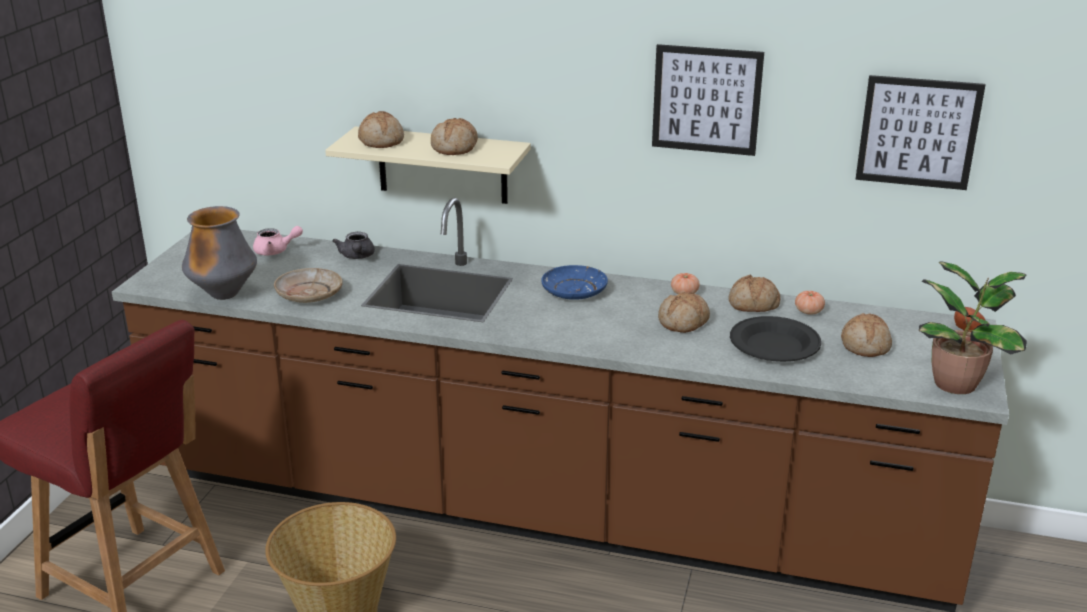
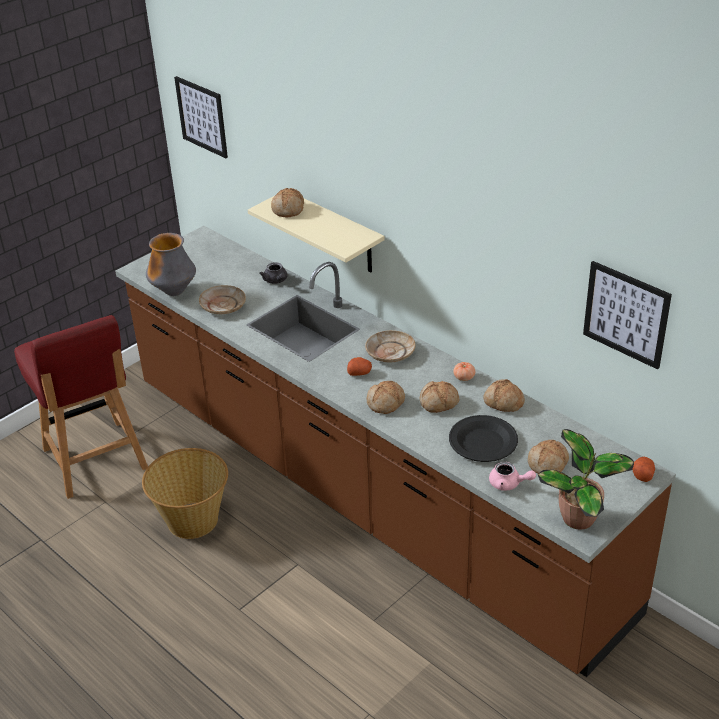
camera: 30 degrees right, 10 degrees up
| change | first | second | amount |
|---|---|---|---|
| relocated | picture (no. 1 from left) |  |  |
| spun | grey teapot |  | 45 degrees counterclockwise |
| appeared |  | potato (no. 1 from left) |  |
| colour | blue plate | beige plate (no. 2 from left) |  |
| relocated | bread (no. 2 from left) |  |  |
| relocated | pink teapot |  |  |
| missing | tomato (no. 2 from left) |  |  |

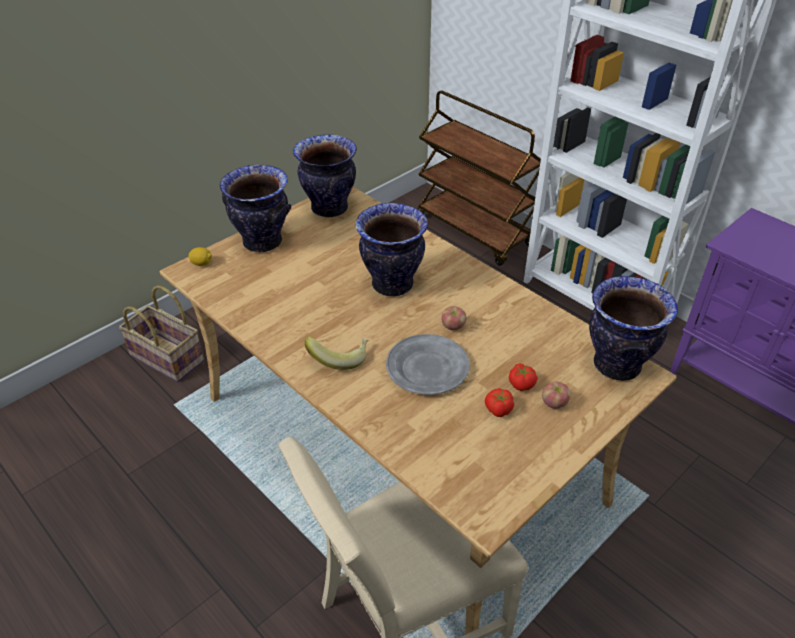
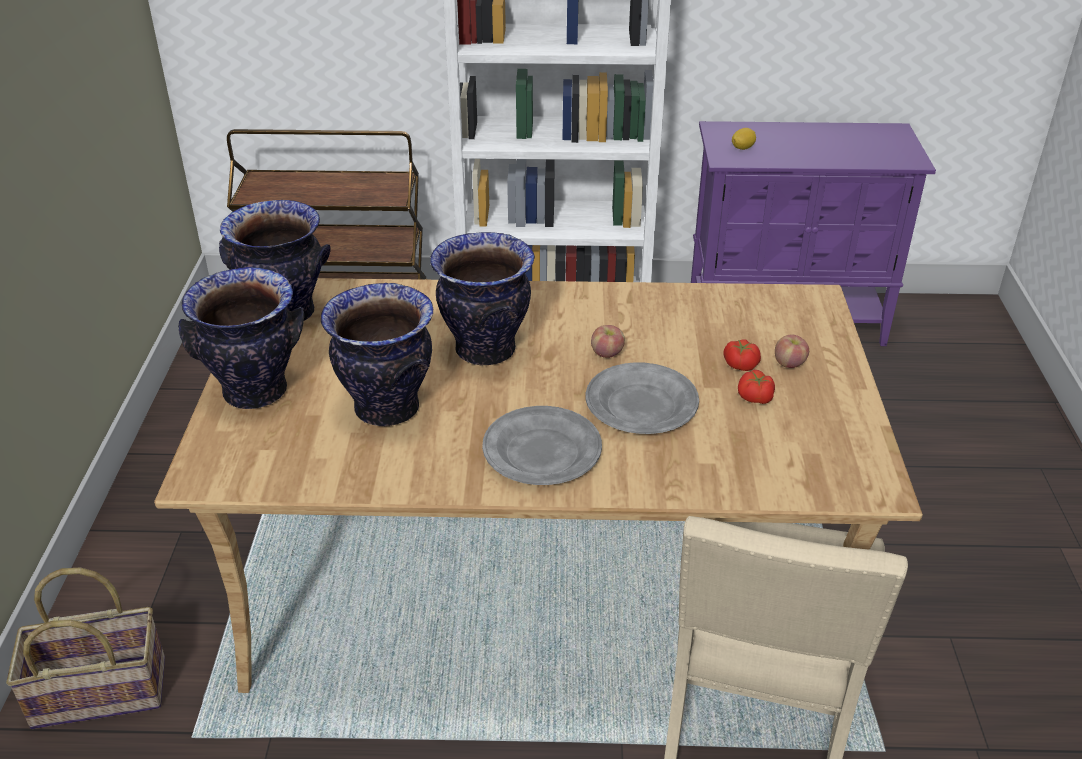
camera: 45 degrees left, 5 degrees down
| change | first | second | amount |
|---|---|---|---|
| relocated | vase (no. 4 from left in the first image) | vase (no. 3 from left) |  |
| exchanged | banana | grey plate (no. 1 from left) |  |
| relocated | lemon |  |  |

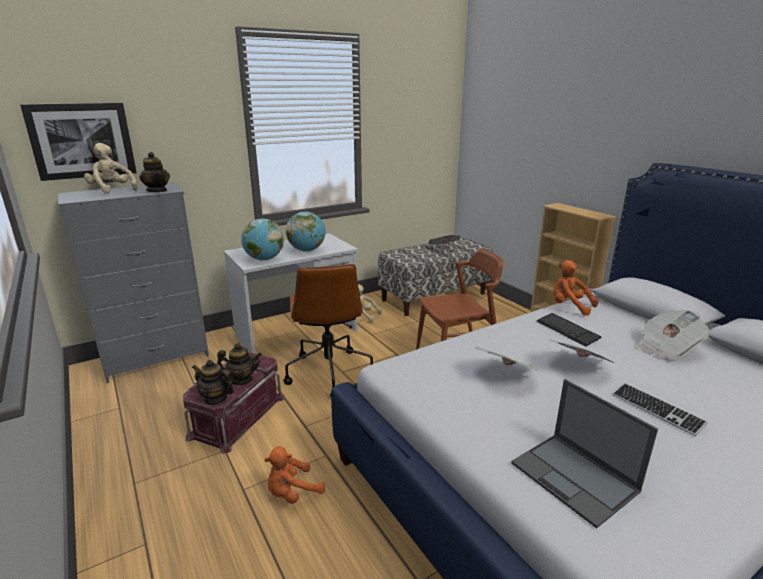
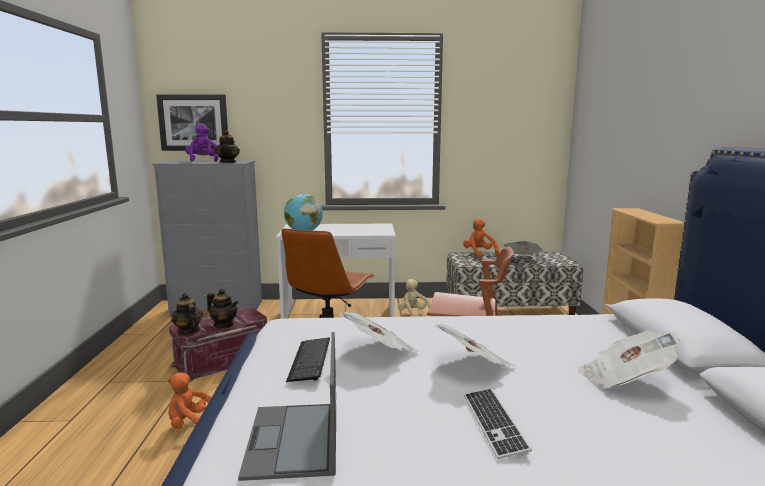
camera: 30 degrees right, 10 degrees down
| change | first | second | amount |
|---|---|---|---|
| colour | beige plush toy (no. 1 from left) | purple plush toy |  |
| relocated | keyboard (no. 1 from left) |  |  |
| relocated | orange plush toy (no. 2 from left) |  |  |
| missing | globe (no. 2 from left) |  |  |

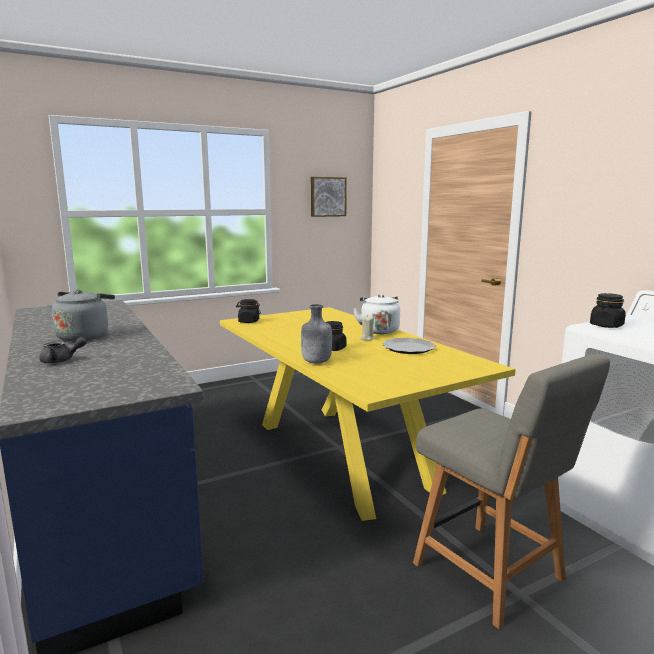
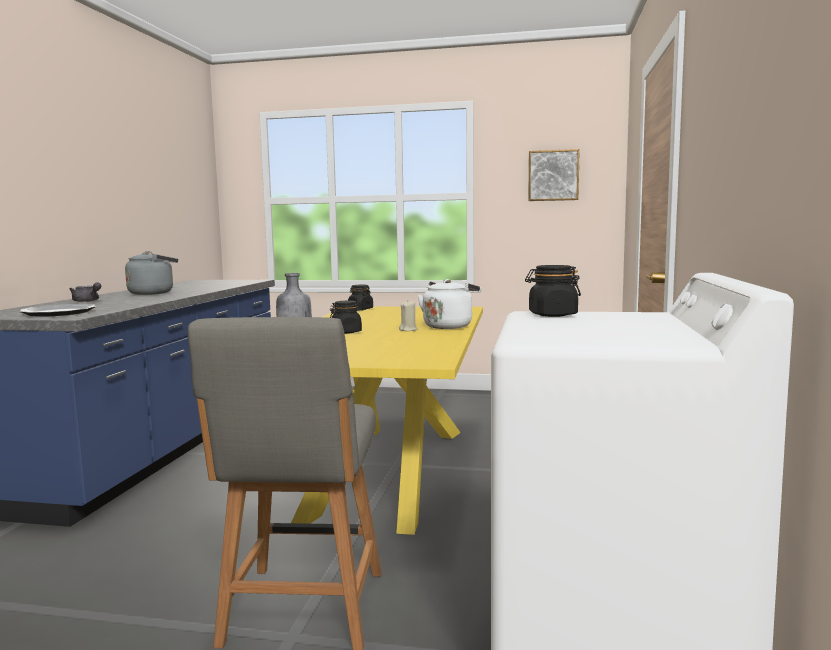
camera: 40 degrees right, 5 degrees down
| change | first | second | amount |
|---|---|---|---|
| relocated | plate |  |  |

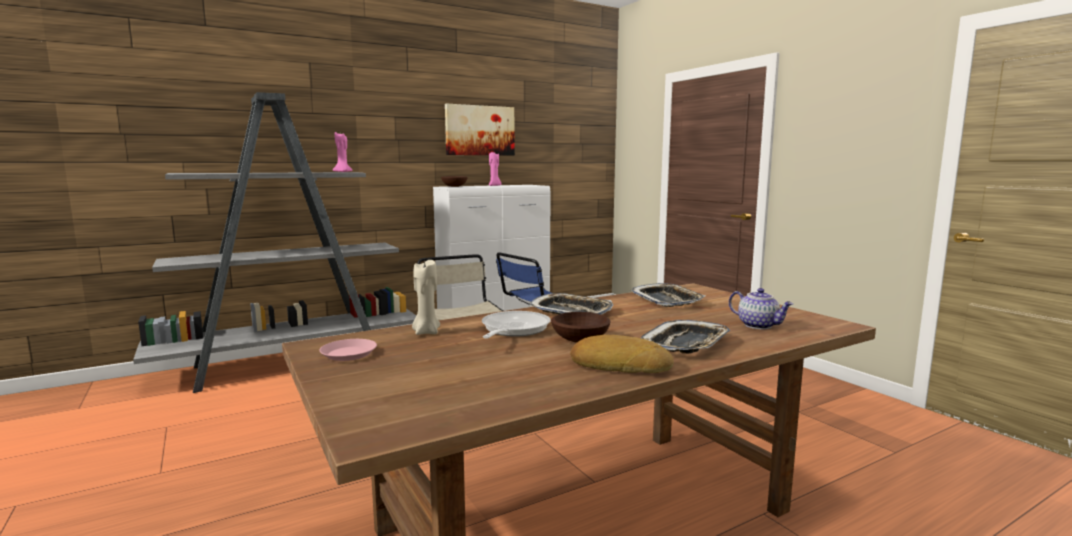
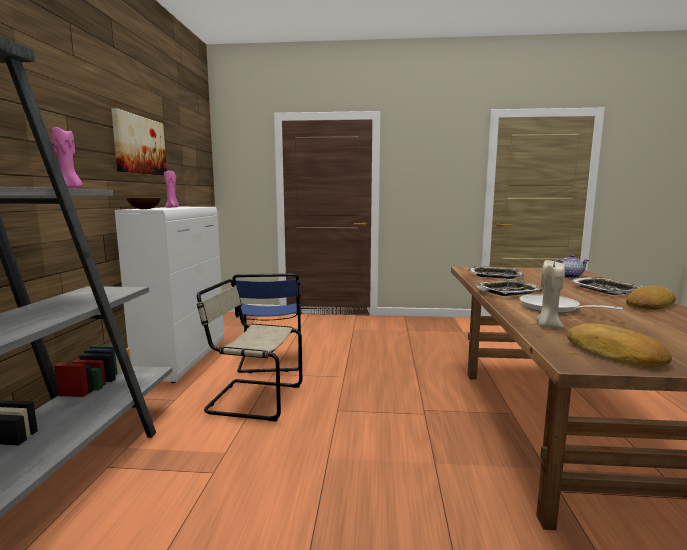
camera: 55 degrees left, 0 degrees up
| change | first | second | amount |
|---|---|---|---|
| exchanged | pink plate | bread (no. 1 from left) |  |
| missing | brown bowl (no. 2 from left) |  |  |

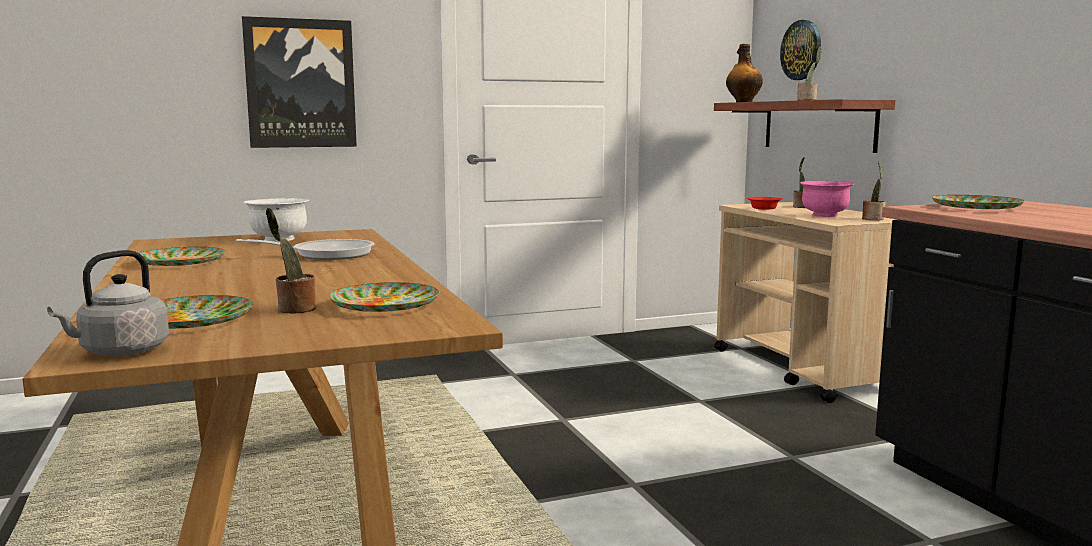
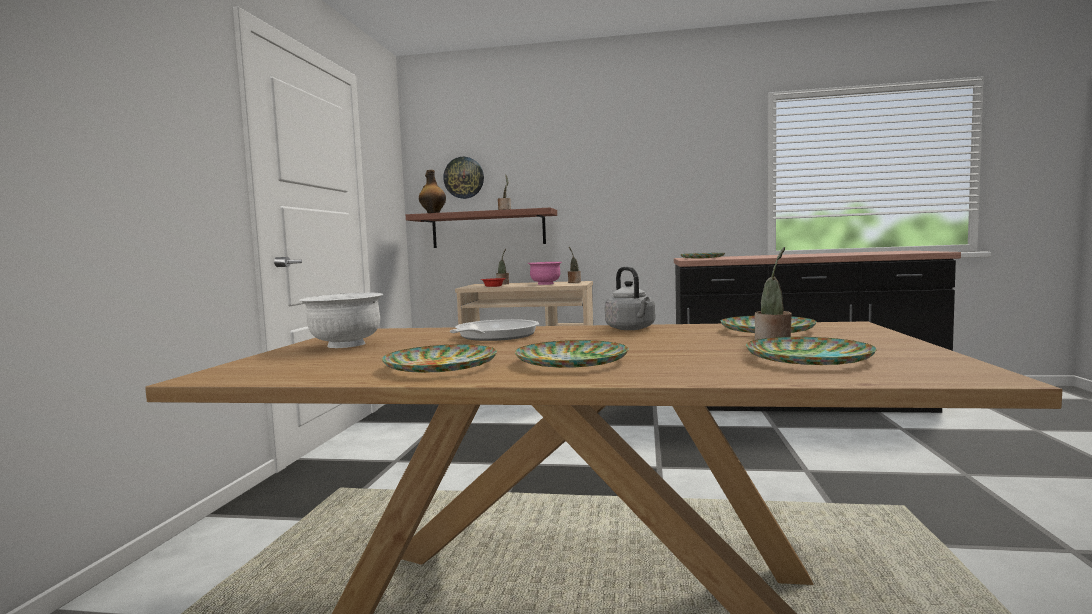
camera: 60 degrees left, 5 degrees down
| change | first | second | amount |
|---|---|---|---|
| appeared |  | plate (no. 2 from left) |  |
| relocated | grey kettle |  |  |
| missing | picture |  |  |

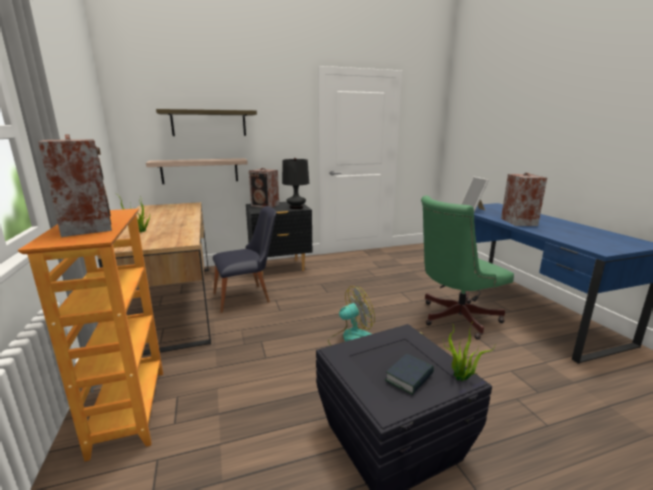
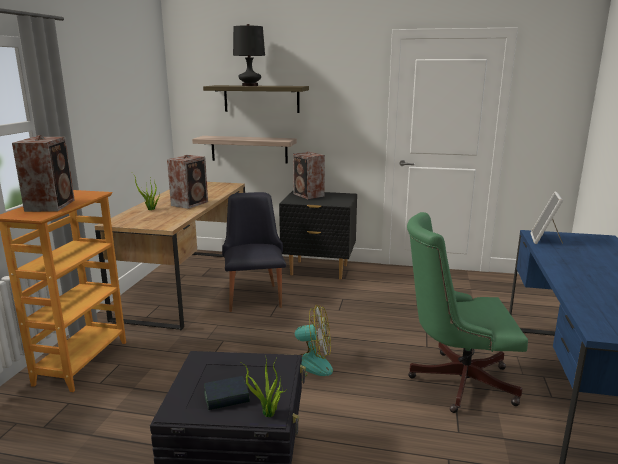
camera: 30 degrees right, 0 degrees up
| change | first | second | amount |
|---|---|---|---|
| relocated | speaker (no. 3 from left in the first image) | speaker (no. 2 from left) |  |
| spun | black chair |  | 105 degrees counterclockwise |
| relocated | black table lamp |  |  |

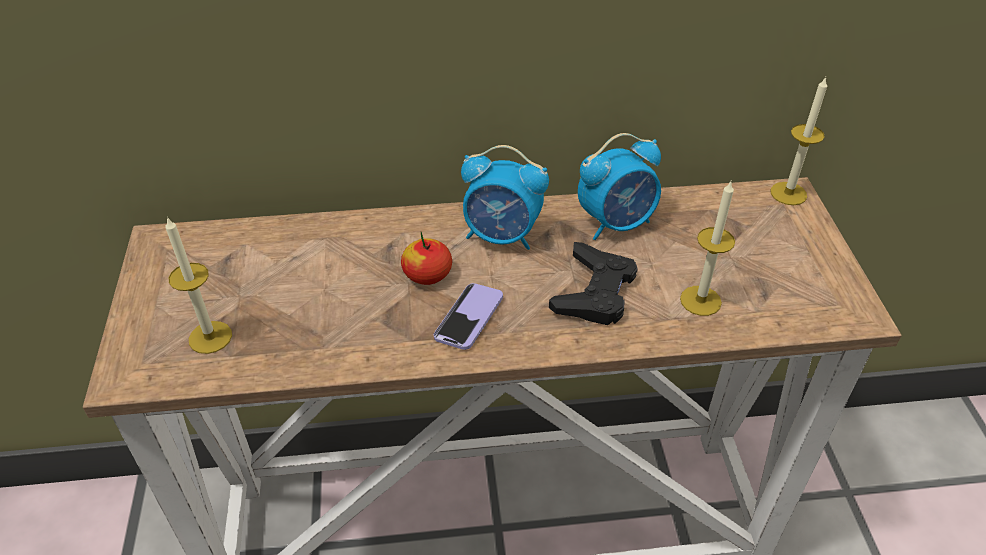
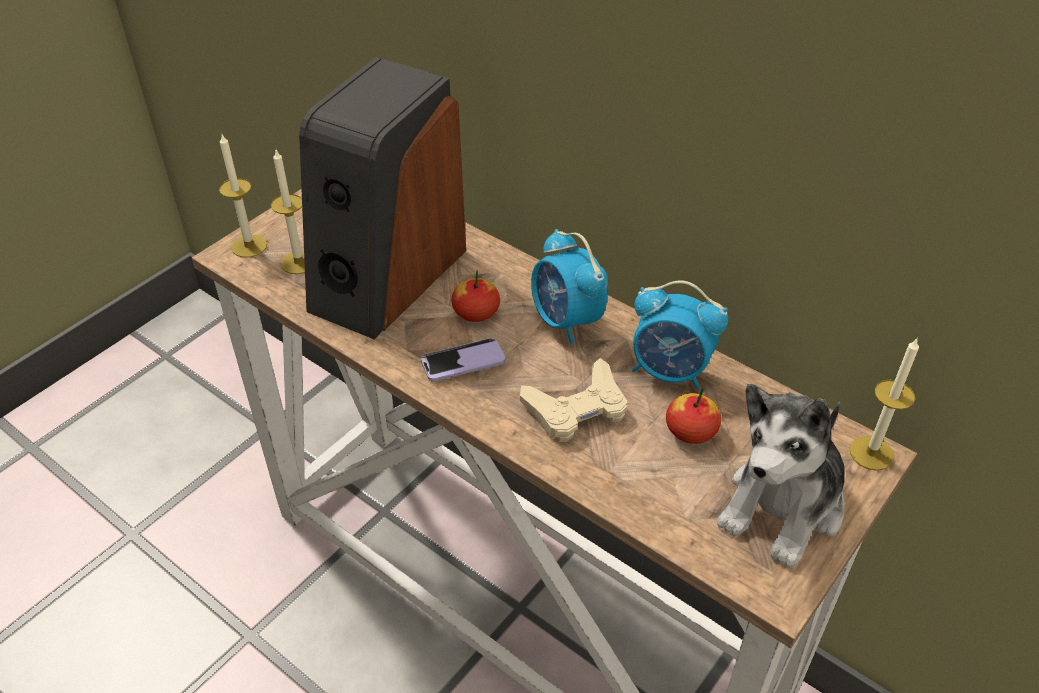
camera: 45 degrees right, 0 degrees up
| change | first | second | amount |
|---|---|---|---|
| relocated | candle (no. 2 from left in the first image) | candle (no. 1 from left) |  |
| appeared |  | speaker |  |
| colour | black game controller | beige game controller |  |
| appeared |  | apple (no. 2 from left) |  |
| appeared |  | plush toy |  |

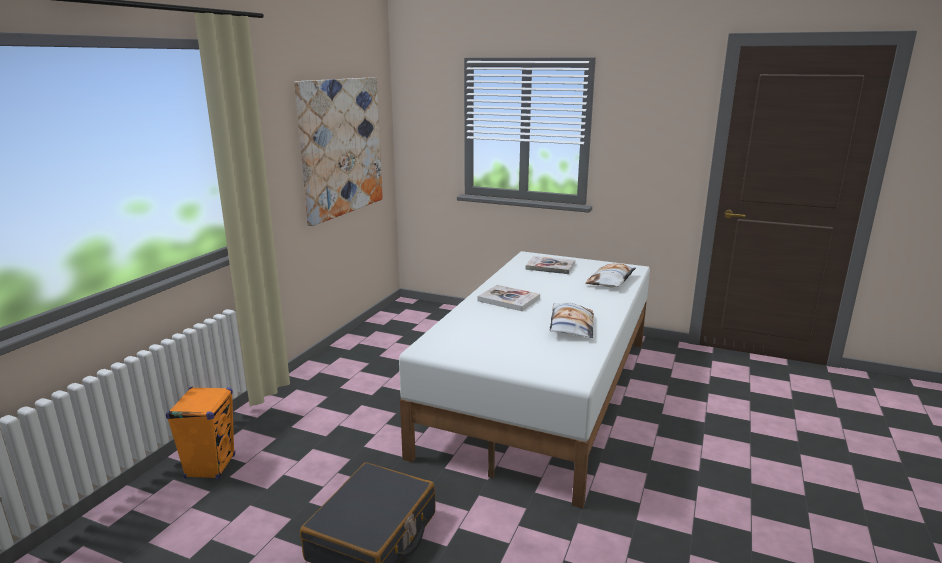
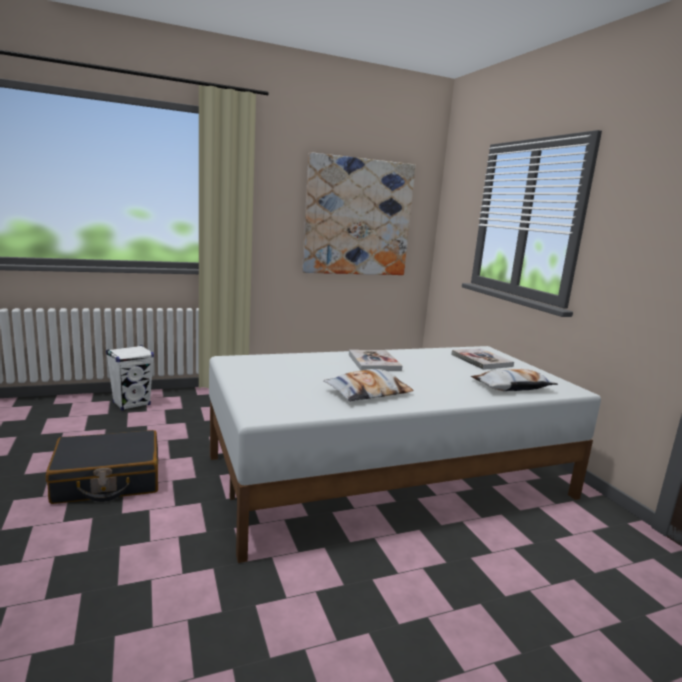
camera: 45 degrees right, 5 degrees down
| change | first | second | amount |
|---|---|---|---|
| colour | orange speaker | white speaker |  |

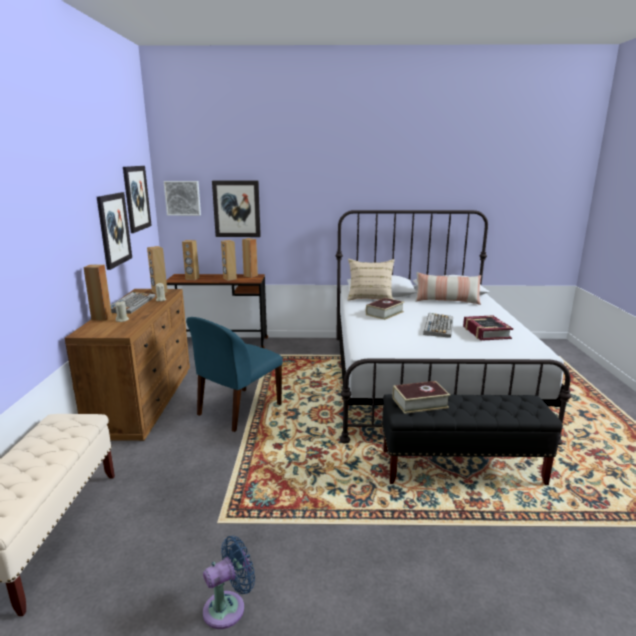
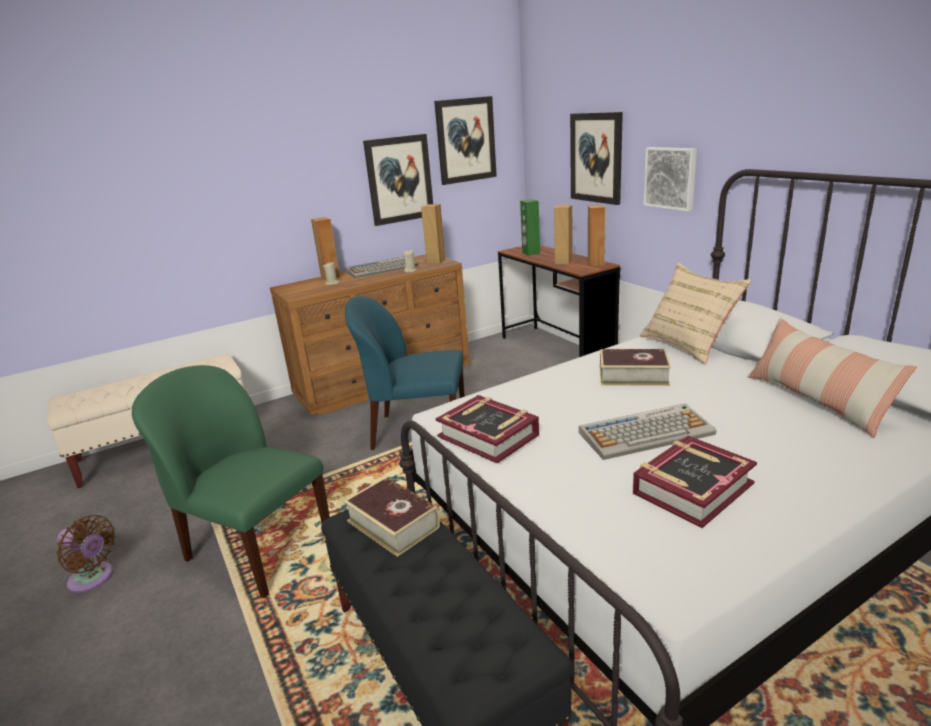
camera: 60 degrees right, 5 degrees up
| change | first | second | amount |
|---|---|---|---|
| colour | blue fan | brown fan |  |
| appeared |  | green chair |  |
| appeared |  | book (no. 2 from left) |  |
| colour | brown speaker (no. 3 from left) | green speaker |  |
| relocated | picture (no. 3 from left in the first image) | picture (no. 4 from left) |  |

